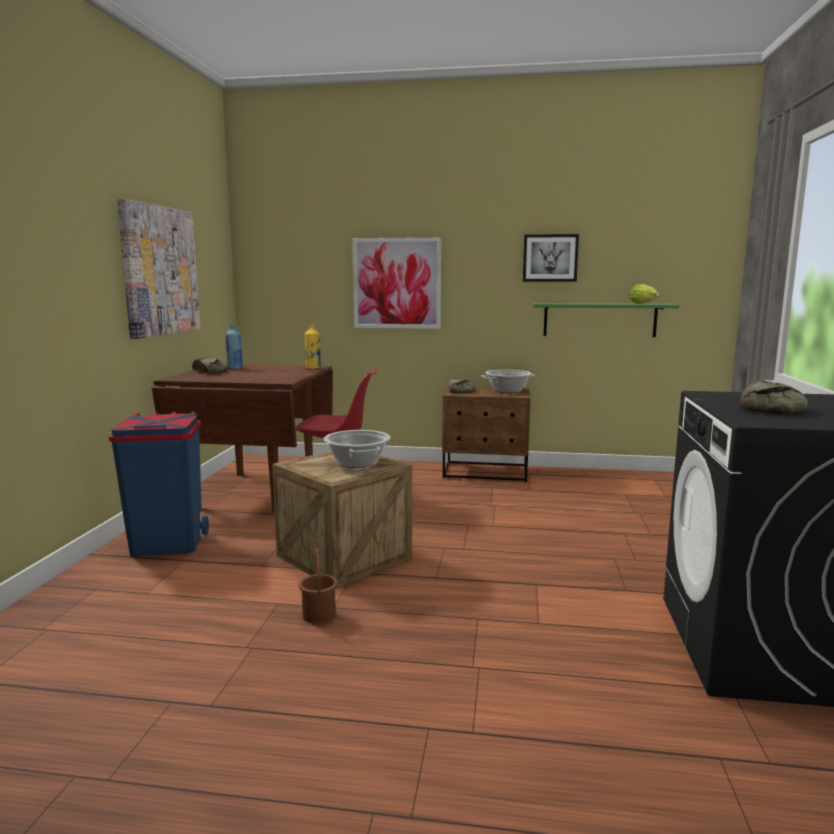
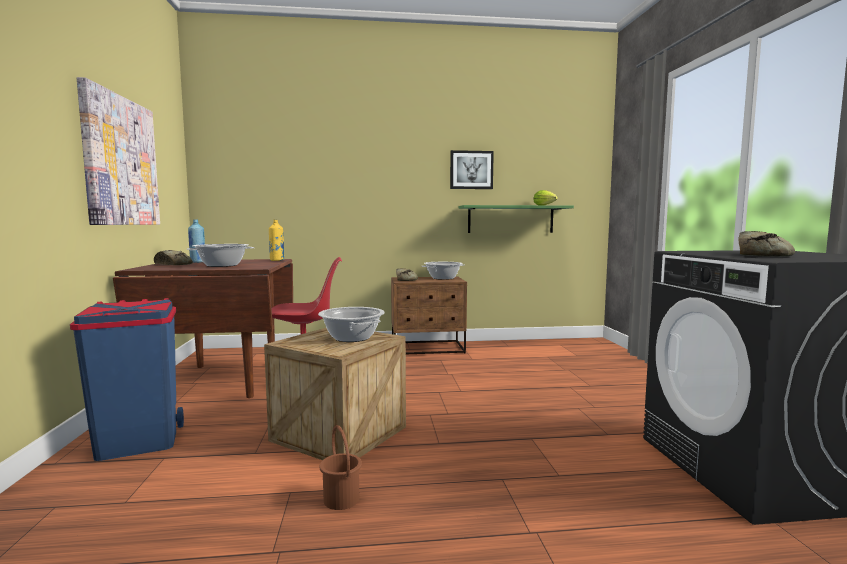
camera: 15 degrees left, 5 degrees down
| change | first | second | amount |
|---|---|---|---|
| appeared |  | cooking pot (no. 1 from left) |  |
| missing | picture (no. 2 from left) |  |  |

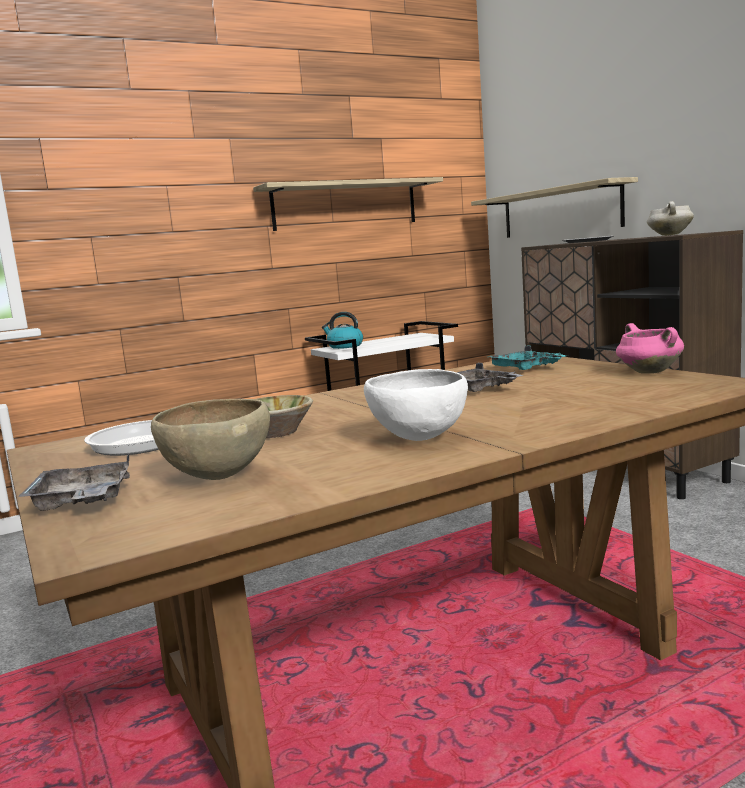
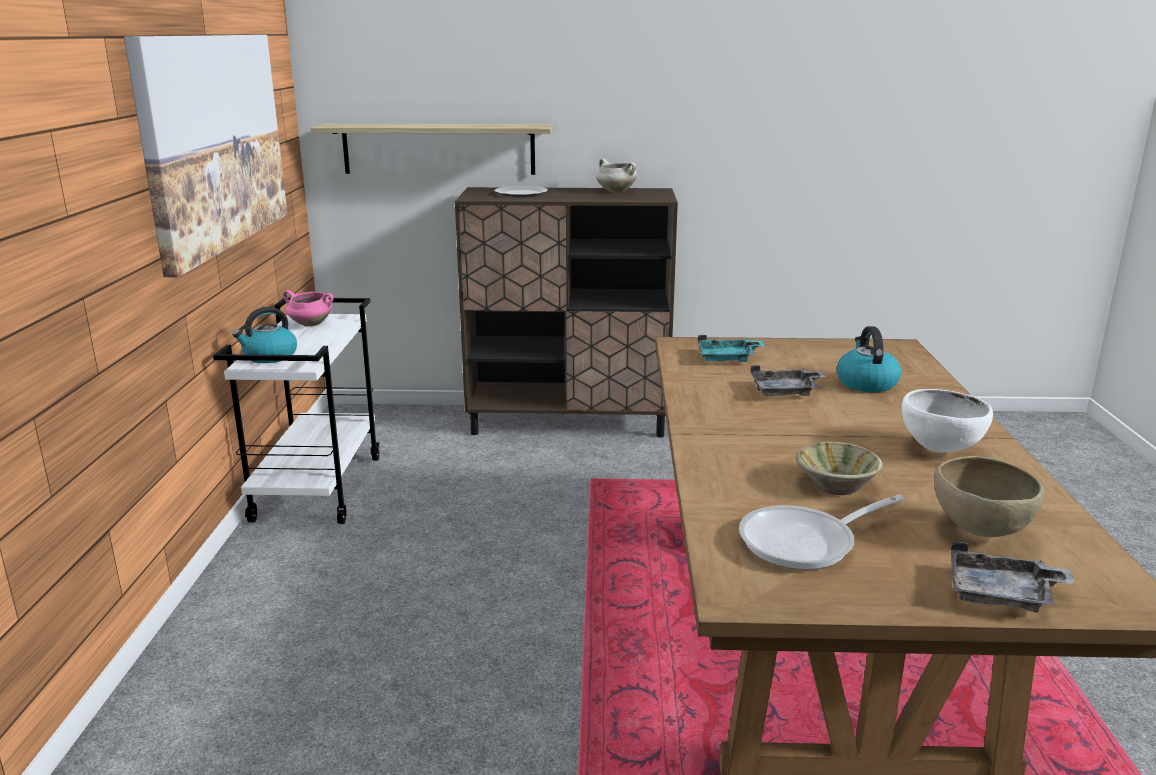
camera: 60 degrees left, 10 degrees up
| change | first | second | amount |
|---|---|---|---|
| exchanged | shelf (no. 1 from left) | picture |  |
| relocated | pink cooking pot |  |  |
| appeared |  | kettle (no. 2 from left) |  |

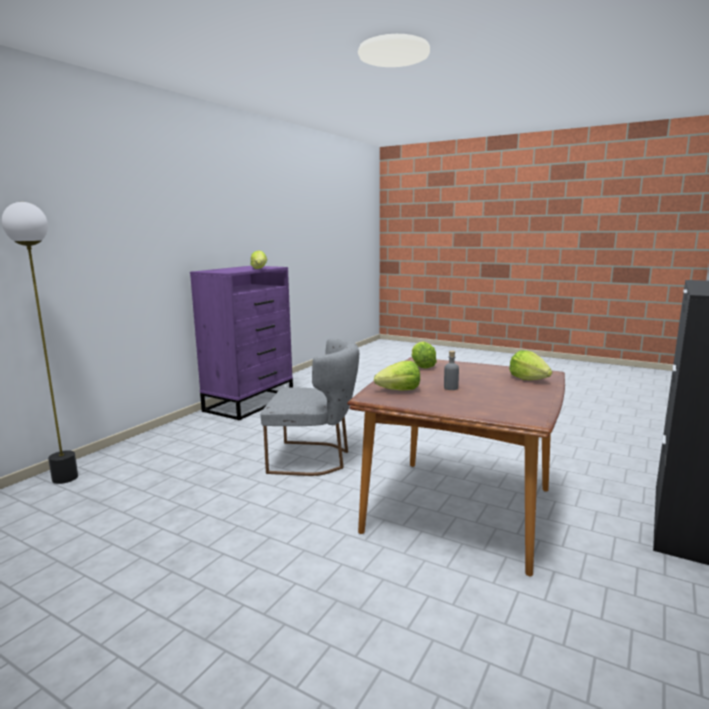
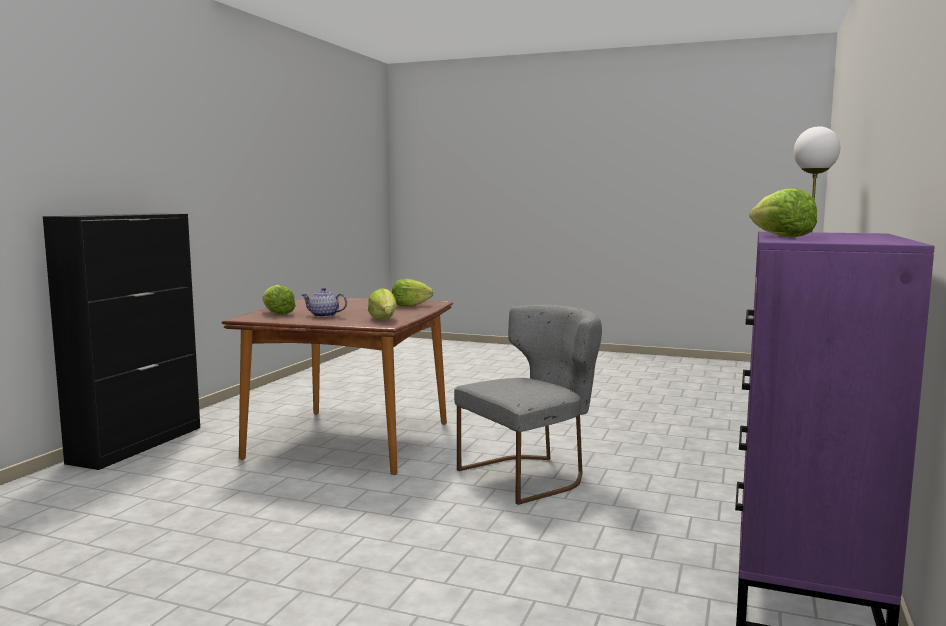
camera: 170 degrees right, 5 degrees down
| change | first | second | amount |
|---|---|---|---|
| appeared |  | teapot |  |
| spun | grey chair |  | 150 degrees clockwise |
| missing | grey bottle |  |  |

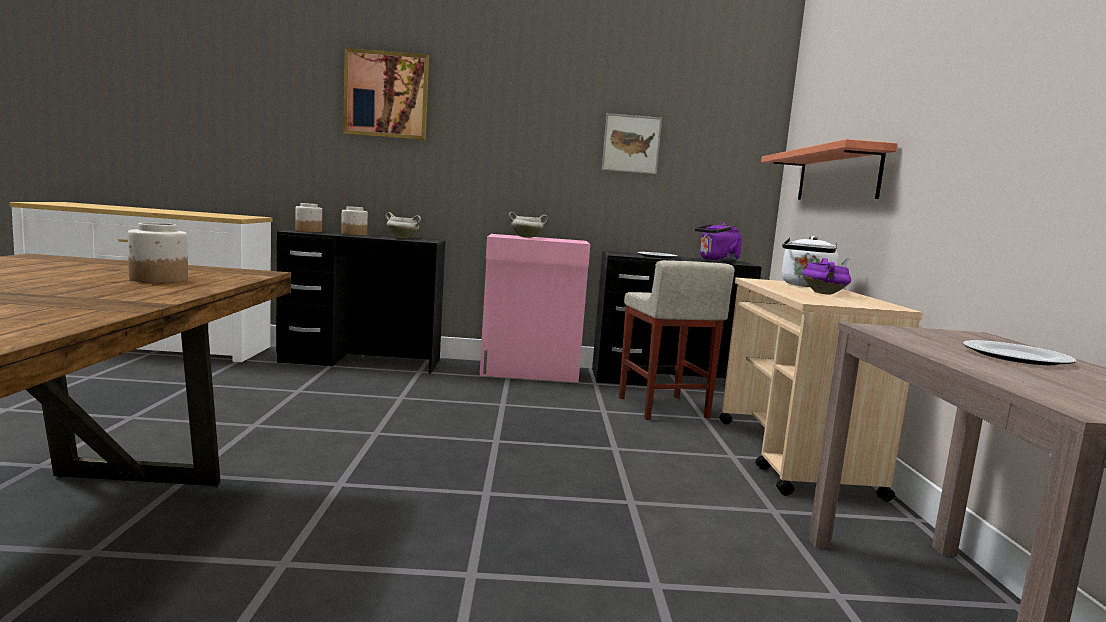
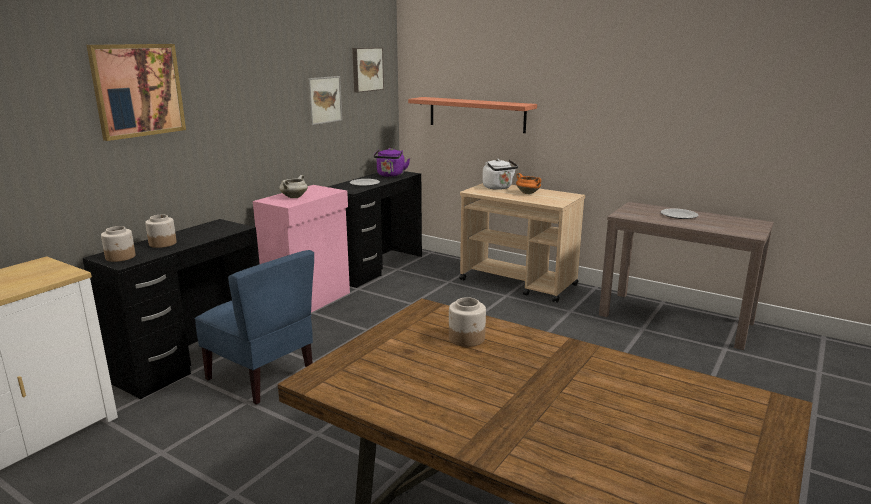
camera: 55 degrees left, 10 degrees up
| change | first | second | amount |
|---|---|---|---|
| appeared |  | blue chair |  |
| appeared |  | picture (no. 3 from left) |  |
| colour | purple cooking pot | orange cooking pot |  |
| missing | white cooking pot (no. 1 from left) |  |  |
| missing | beige stool |  |  |

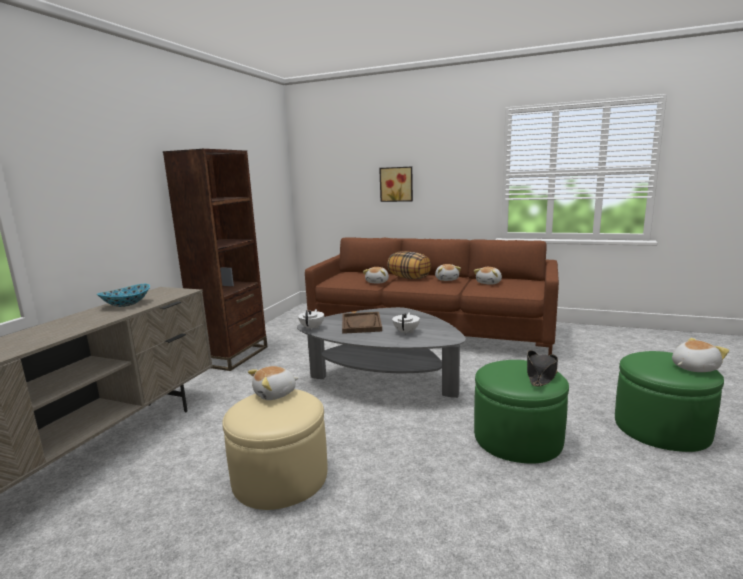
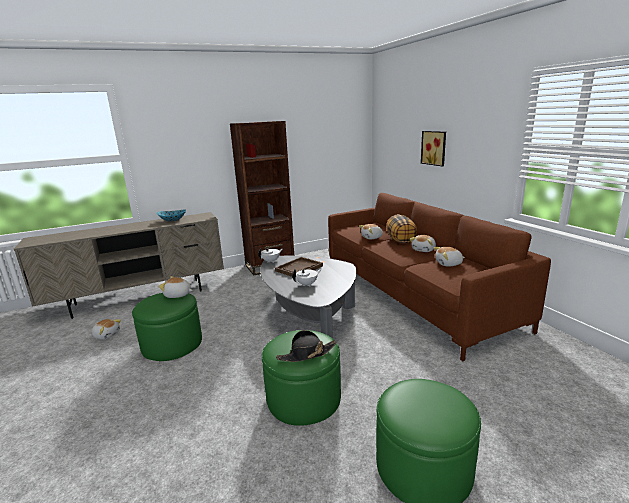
camera: 45 degrees right, 5 degrees up
| change | first | second | amount |
|---|---|---|---|
| relocated | plush toy (no. 5 from left in the first image) | plush toy (no. 1 from left) |  |
| colour | beige ottoman | green ottoman (no. 1 from left) |  |

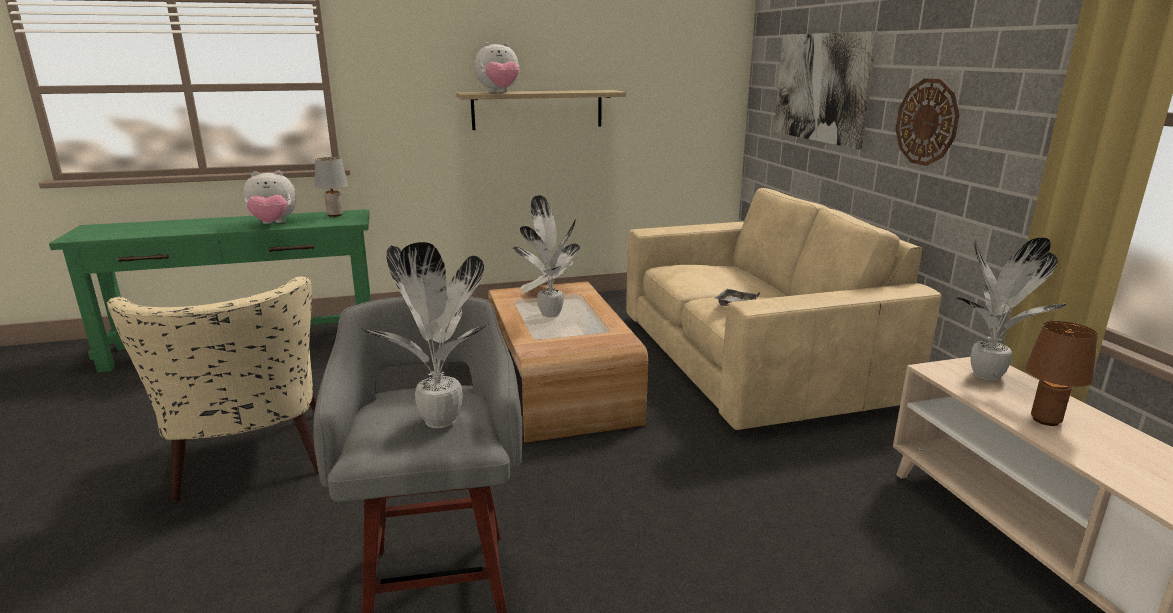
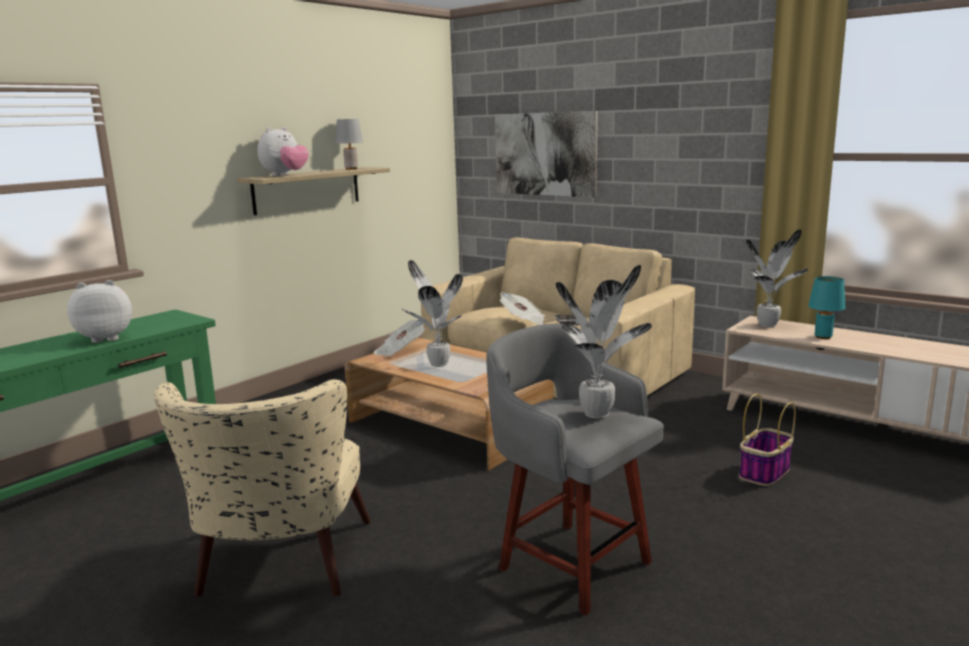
camera: 35 degrees left, 5 degrees down
| change | first | second | amount |
|---|---|---|---|
| spun | plush toy (no. 1 from left) |  | 150 degrees counterclockwise |
| spun | beige armchair |  | 60 degrees clockwise |
| relocated | grey table lamp |  |  |
| appeared |  | newspaper (no. 2 from left) |  |
| appeared |  | basket |  |
| colour | brown table lamp | turquoise table lamp |  |
| missing | wall clock |  |  |

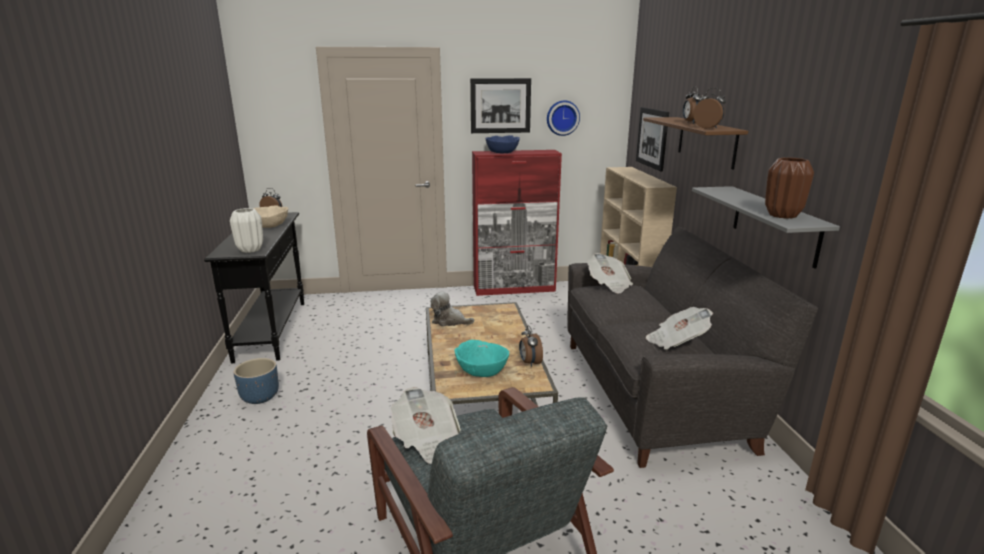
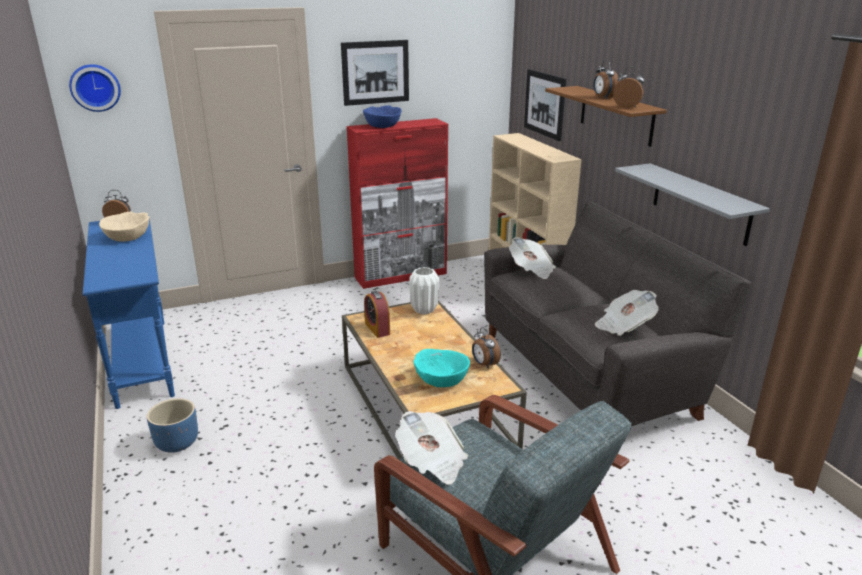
camera: 15 degrees left, 5 degrees up
| change | first | second | amount |
|---|---|---|---|
| relocated | wall clock |  |  |
| colour | black console table | blue console table |  |
| exchanged | plush toy | alarm clock (no. 2 from left) |  |
| relocated | white vase |  |  |
| missing | brown vase |  |  |

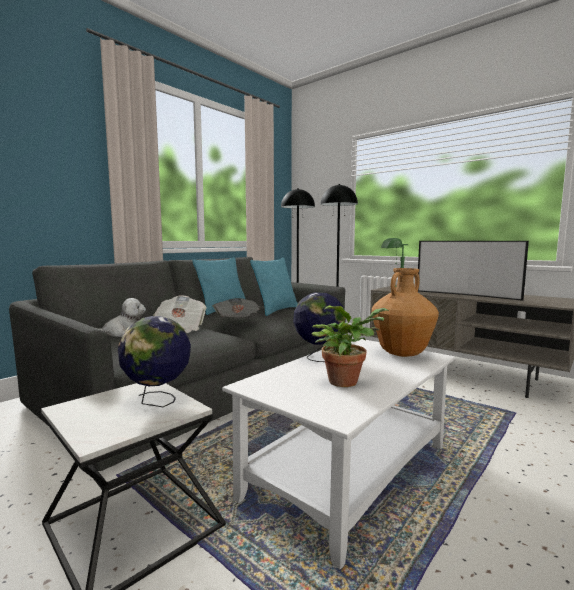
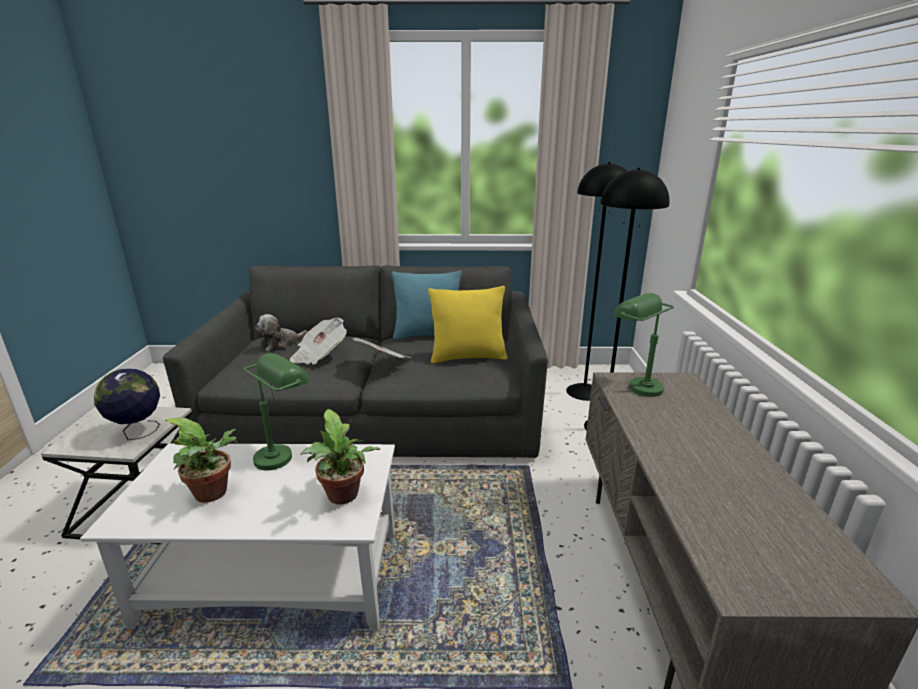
camera: 50 degrees right, 15 degrees up
| change | first | second | amount |
|---|---|---|---|
| exchanged | globe (no. 2 from left) | green table lamp (no. 1 from left) |  |
| spun | plush toy |  | 105 degrees clockwise |
| exchanged | brown vase | potted plant (no. 2 from left) |  |
| colour | turquoise pillow (no. 2 from left) | yellow pillow |  |
| missing | television |  |  |

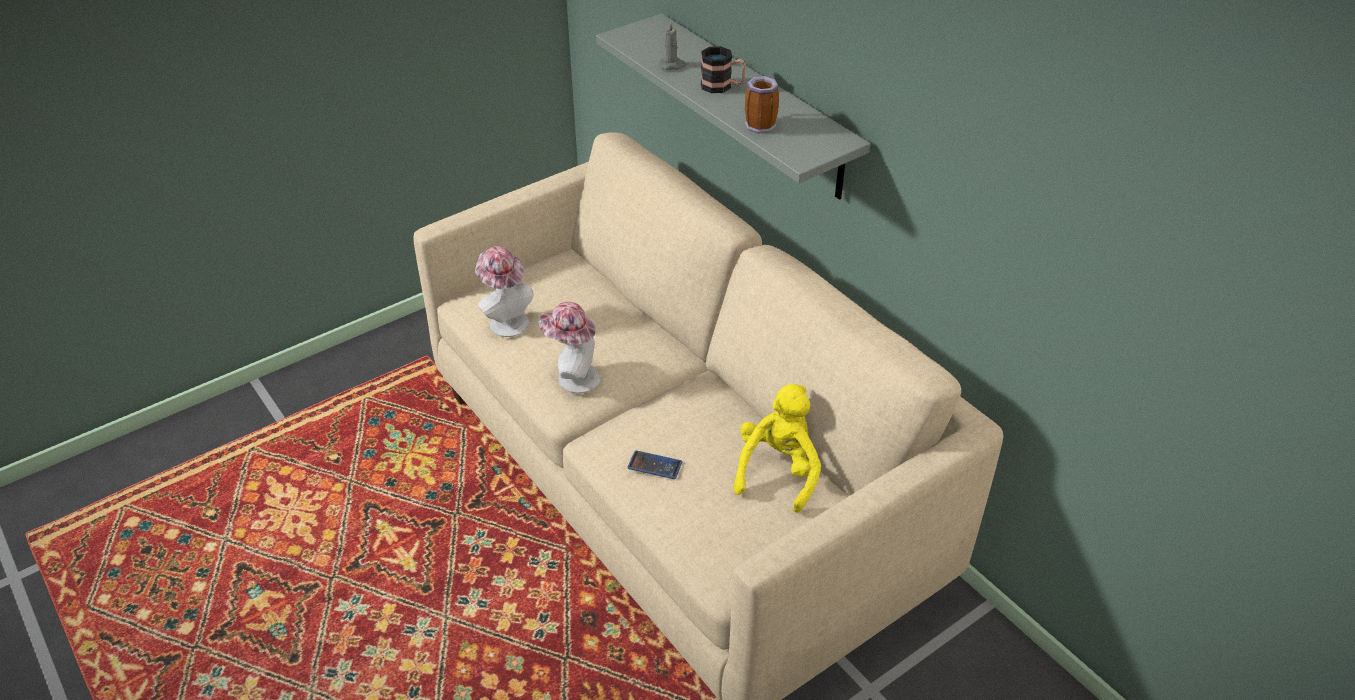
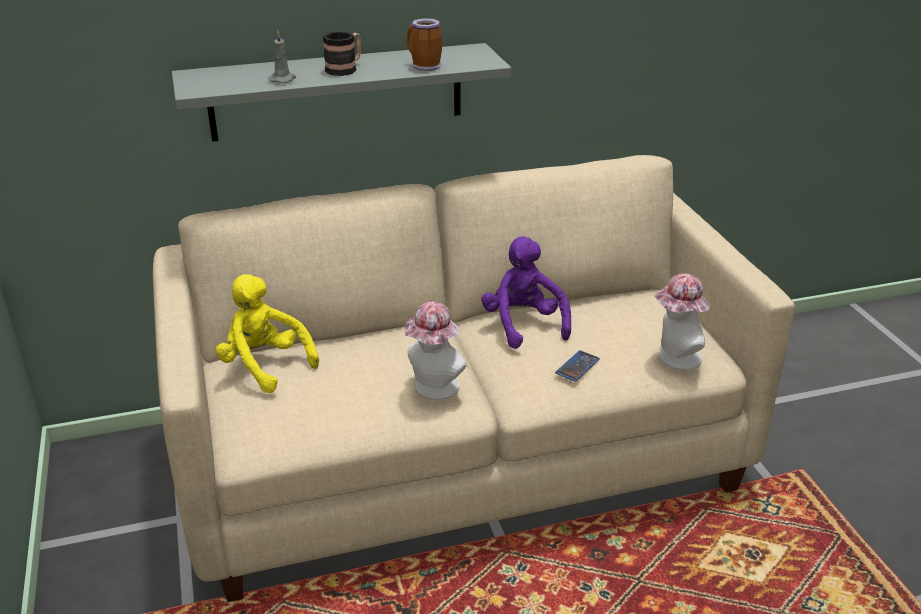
camera: 70 degrees left, 10 degrees down
| change | first | second | amount |
|---|---|---|---|
| relocated | yellow plush toy |  |  |
| appeared |  | purple plush toy |  |
| relocated | hat (no. 1 from left in the first image) | hat (no. 2 from left) |  |

